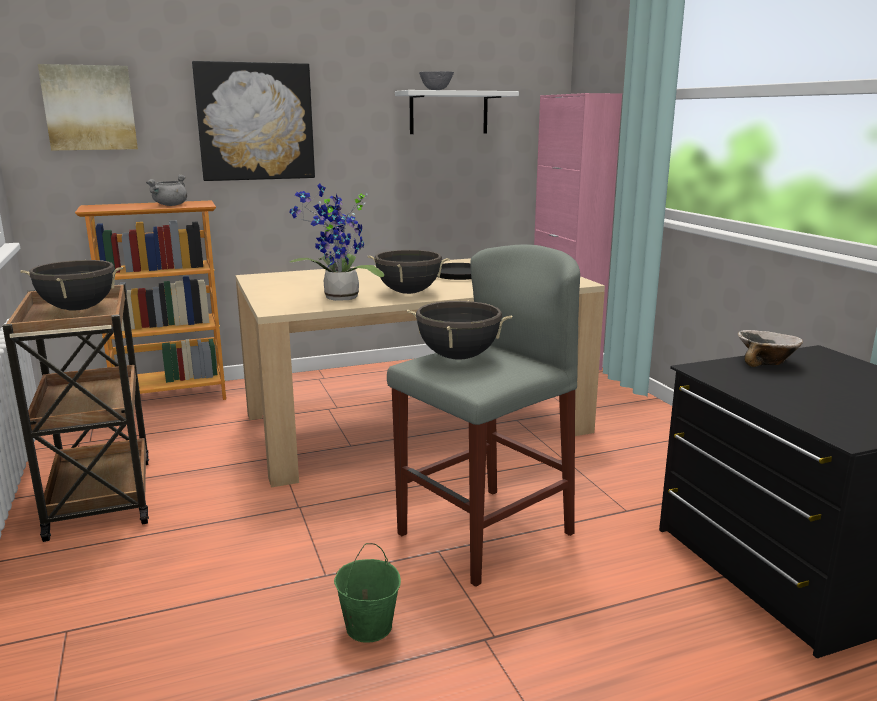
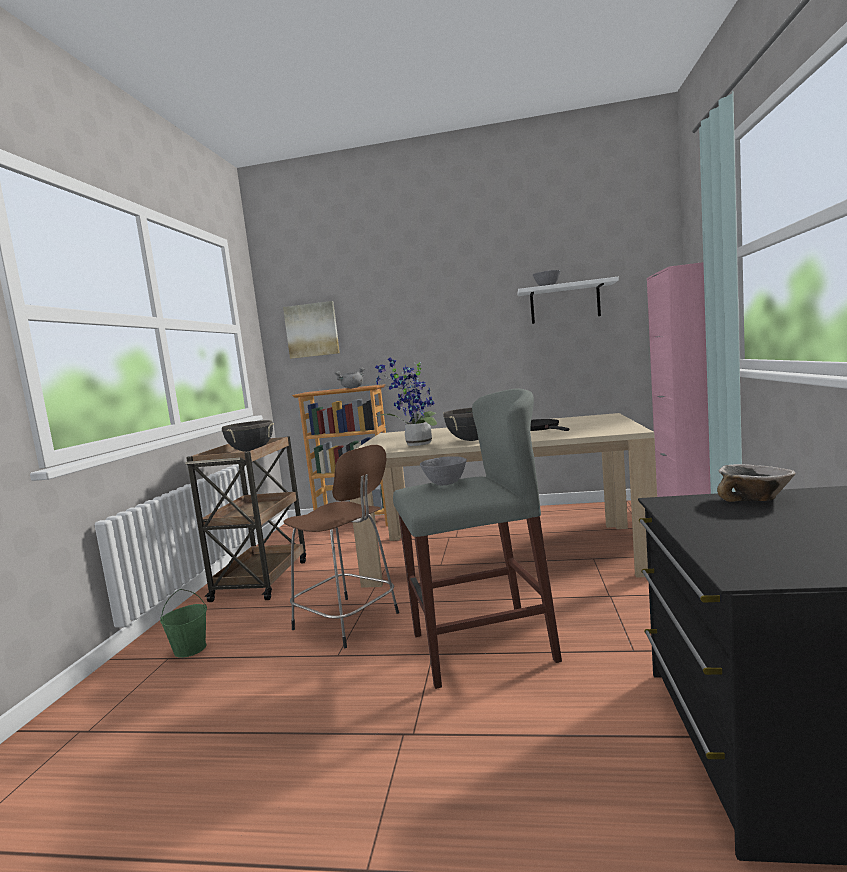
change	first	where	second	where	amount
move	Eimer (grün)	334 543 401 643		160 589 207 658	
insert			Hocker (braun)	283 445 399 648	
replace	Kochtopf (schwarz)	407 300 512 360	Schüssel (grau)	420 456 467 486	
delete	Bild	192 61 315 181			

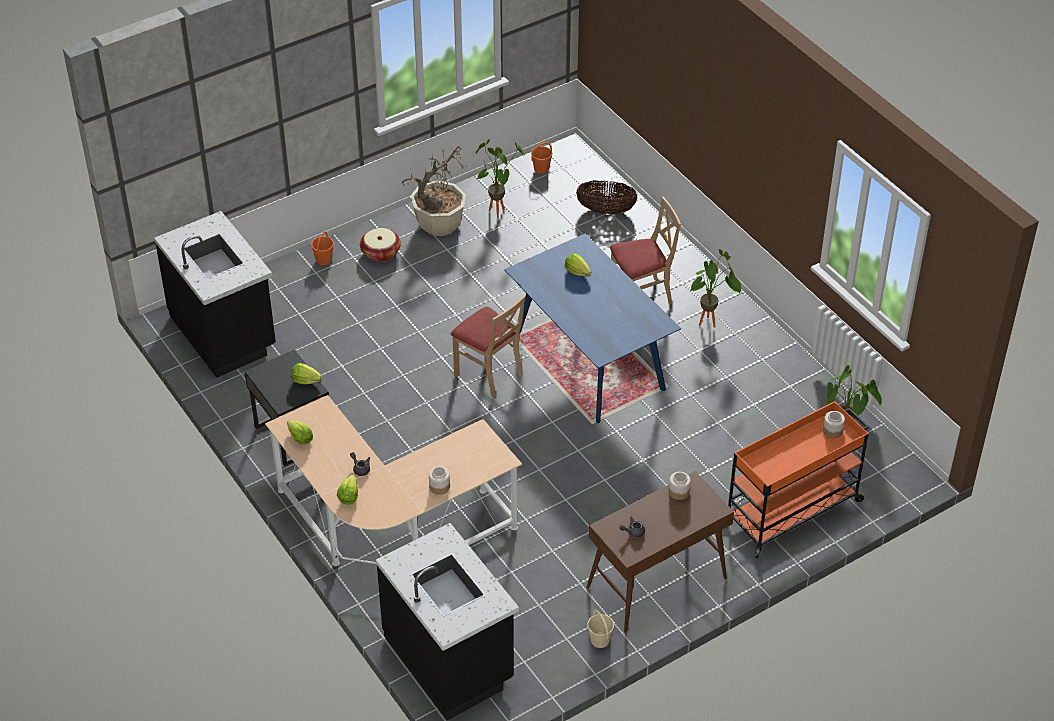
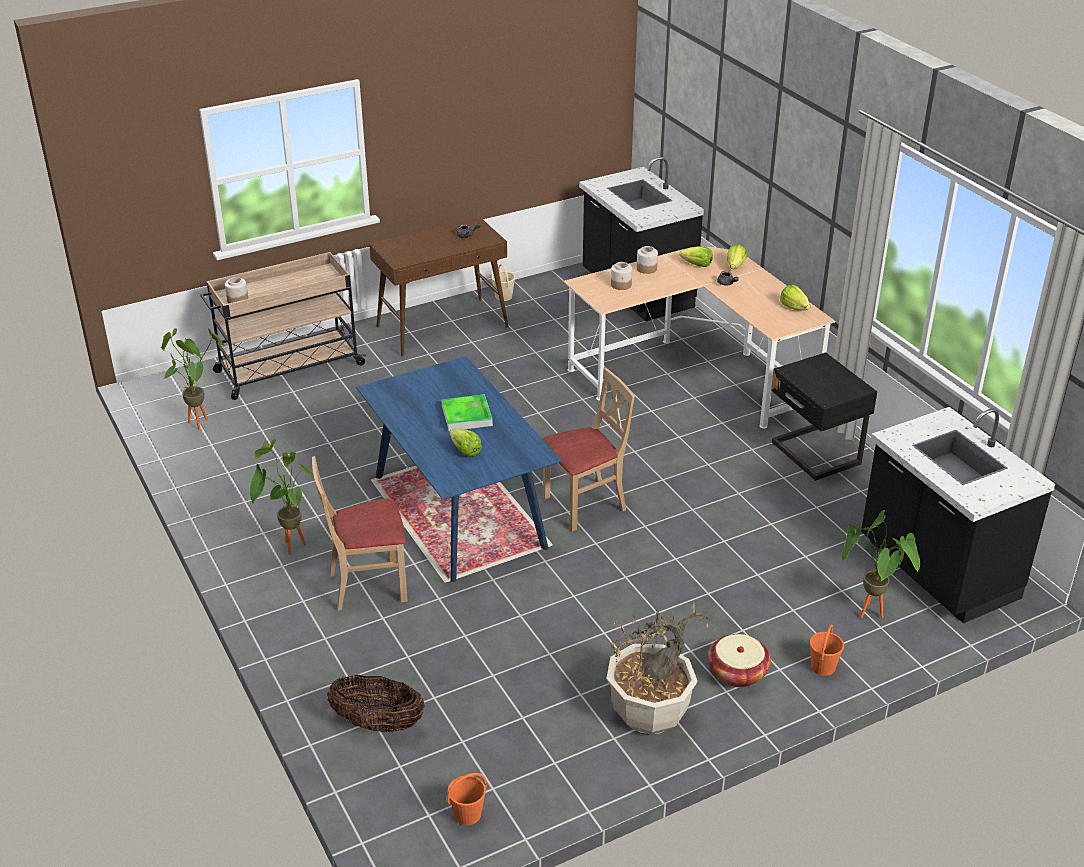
change	first	where	second	where	amount
recolor	Rollwagen (orange)	728 401 869 558	Rollwagen (beige)	200 252 366 400	
insert			Tablett	441 394 493 431	
rotate	Stuhl (beige)	451 295 526 398		542 368 635 531	105 degrees clockwise
move	Vorratsglas	669 472 691 500		611 262 632 290	
move	Salatkopf	291 363 322 384		679 246 713 267	
move	Topfpflanze	475 139 525 218		842 510 920 618	

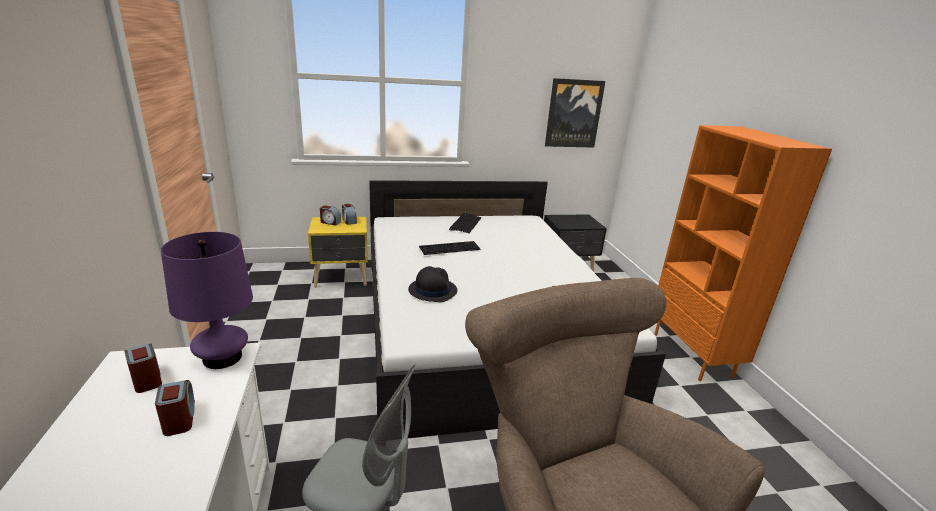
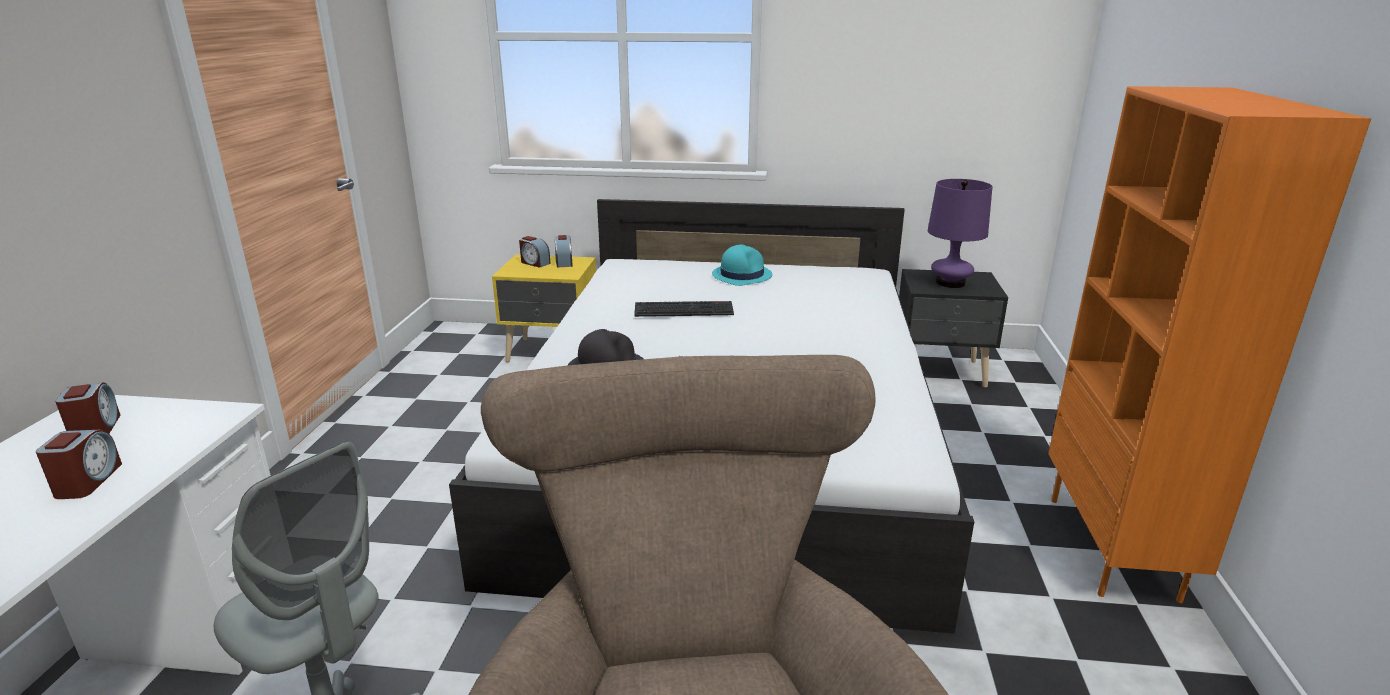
change	first	where	second	where	amount
replace	Tastatur	449 213 482 233	Hut (türkis)	712 245 773 286	
move	Tischlampe (lila)	161 232 253 369		928 179 993 288	
delete	Bild	545 78 605 148			

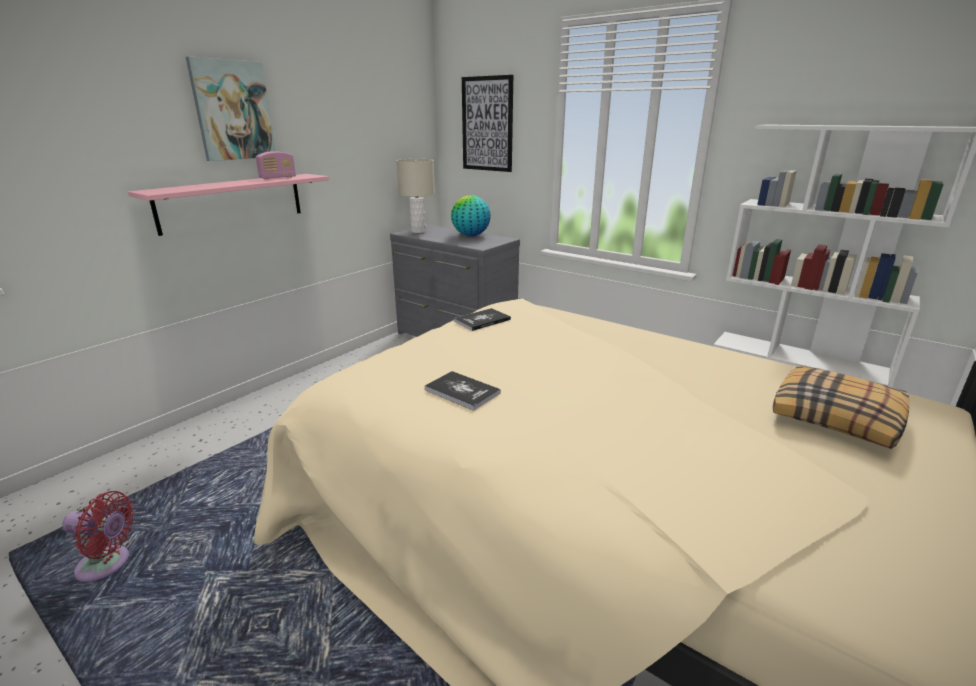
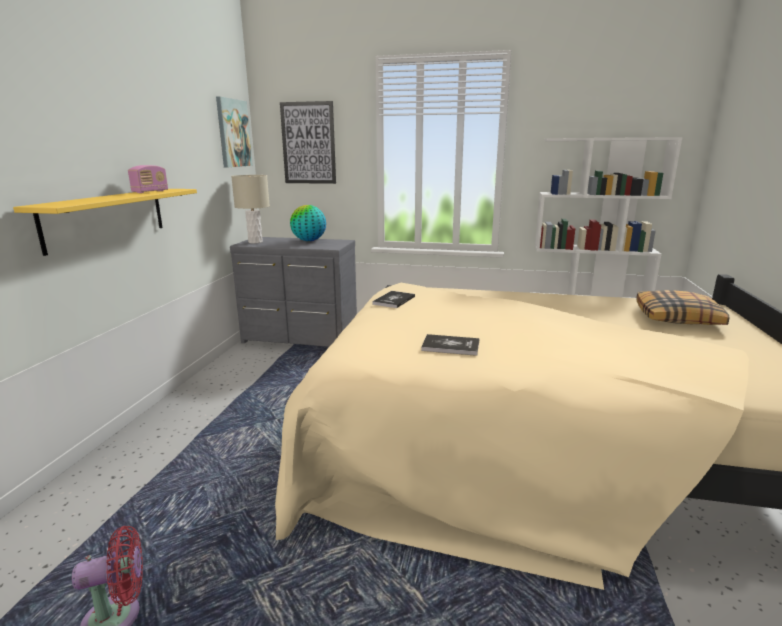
change	first	where	second	where	amount
recolor	Wandregal (rosa)	128 174 329 236	Wandregal (gelb)	13 189 197 256	
move	Bild	186 57 276 161		216 97 253 167	

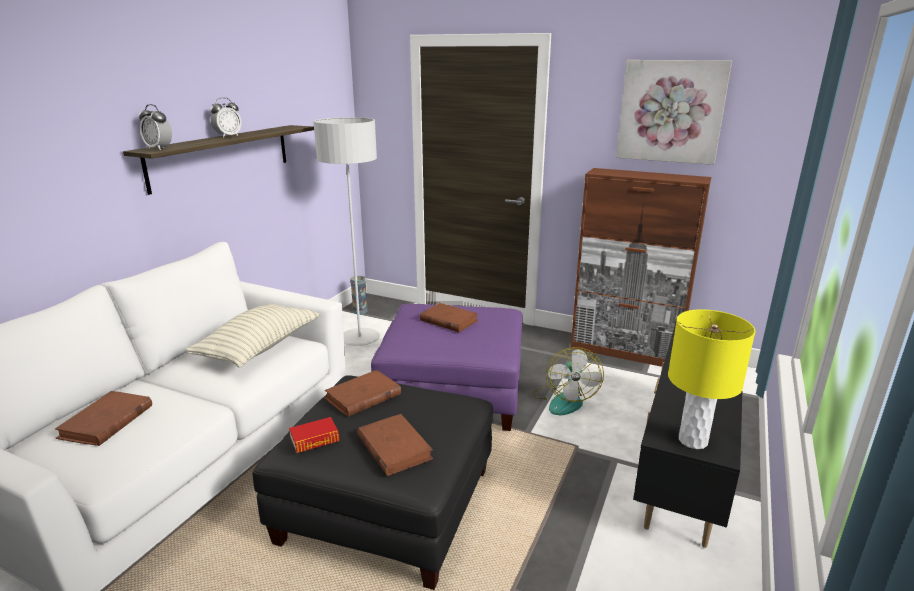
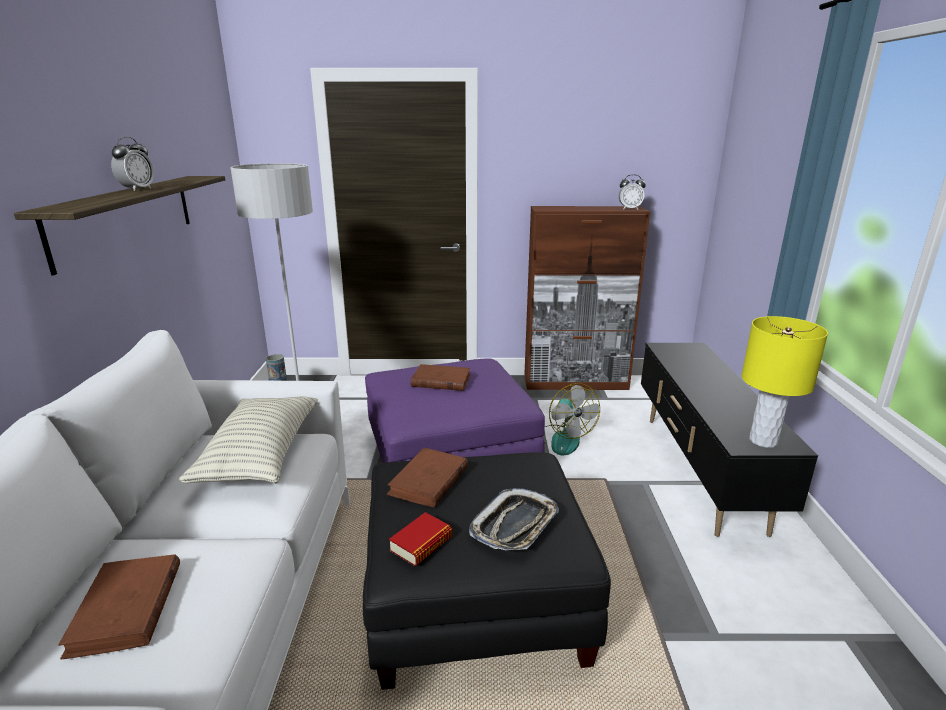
change	first	where	second	where	amount
replace	Buch (braun)	357 414 433 476	Tablett	469 488 559 550	
move	Wecker	139 104 172 150		619 174 646 210	
delete	Bild	616 60 732 165			

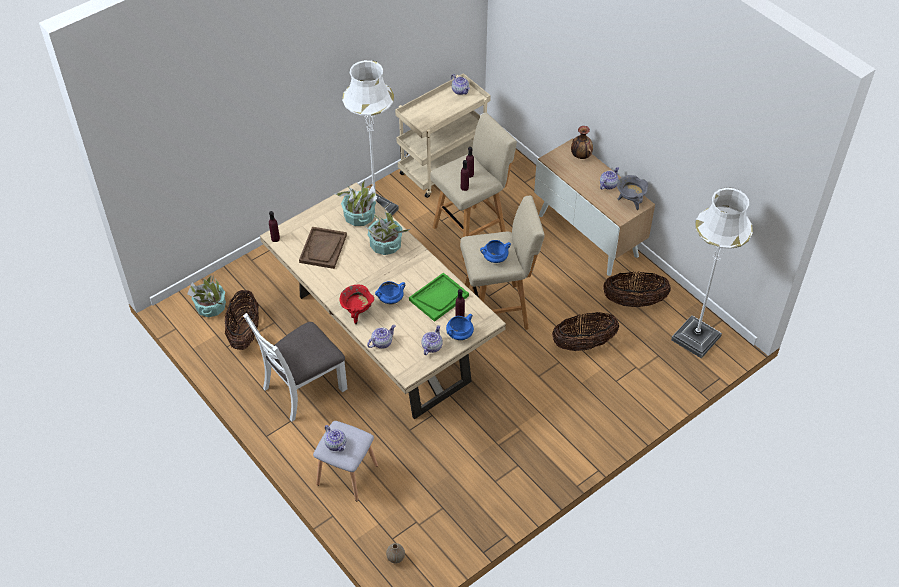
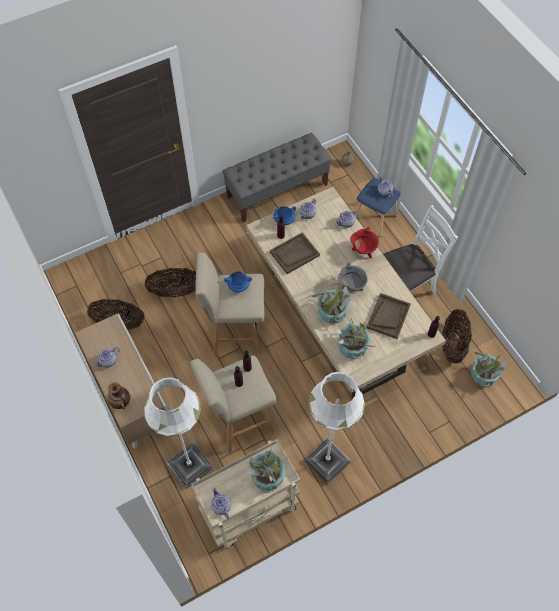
change	first	where	second	where	amount
move	Stehlampe (weiß)	671 187 753 359		144 377 213 489	
insert			Bank (grau)	222 132 332 222	
insert			Topfpflanze	247 451 285 493	
recolor	Tablett (grün)	409 273 469 322	Tablett (braun)	270 232 320 274	
move	Kochtopf (grau)	617 175 648 210		338 262 368 291	
recolor	Hocker (grau)	313 421 378 501	Hocker (blau)	355 178 401 237	
delete	Kochtopf (blau)	375 281 405 304			

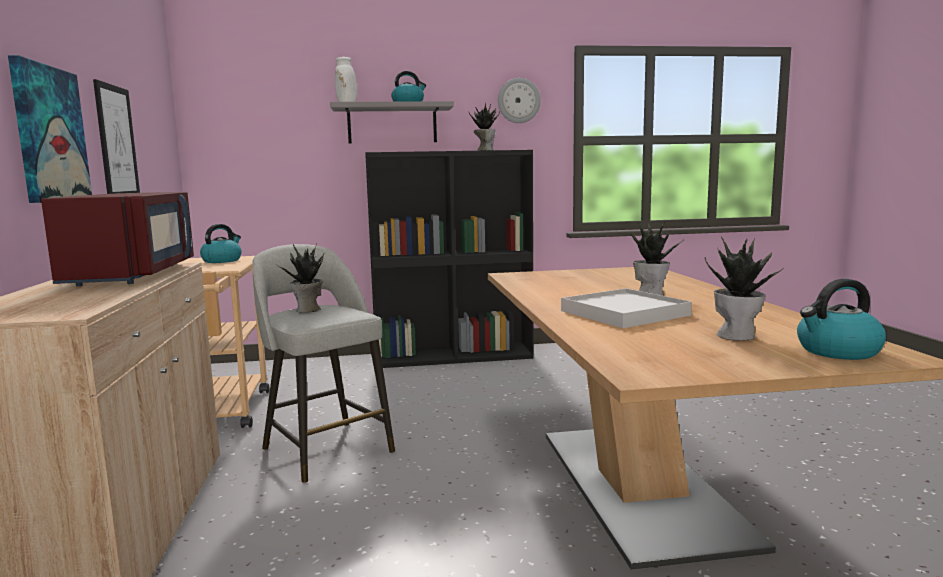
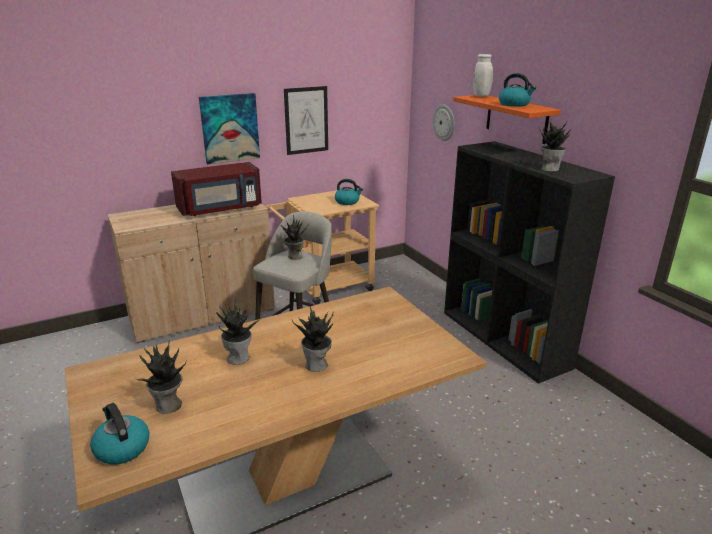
change	first	where	second	where	amount
replace	Tablett (weiß)	561 288 692 328	Topfpflanze	215 300 262 365	
move	Wanduhr	498 78 541 123		433 104 455 141	
recolor	Wandregal (grau)	330 101 454 143	Wandregal (orange)	453 95 561 144	

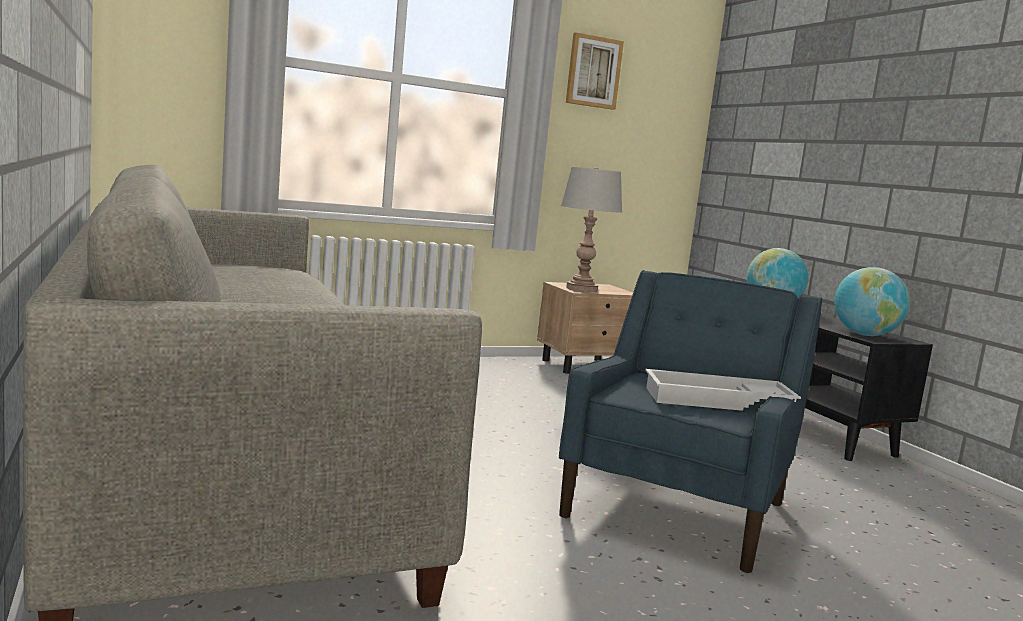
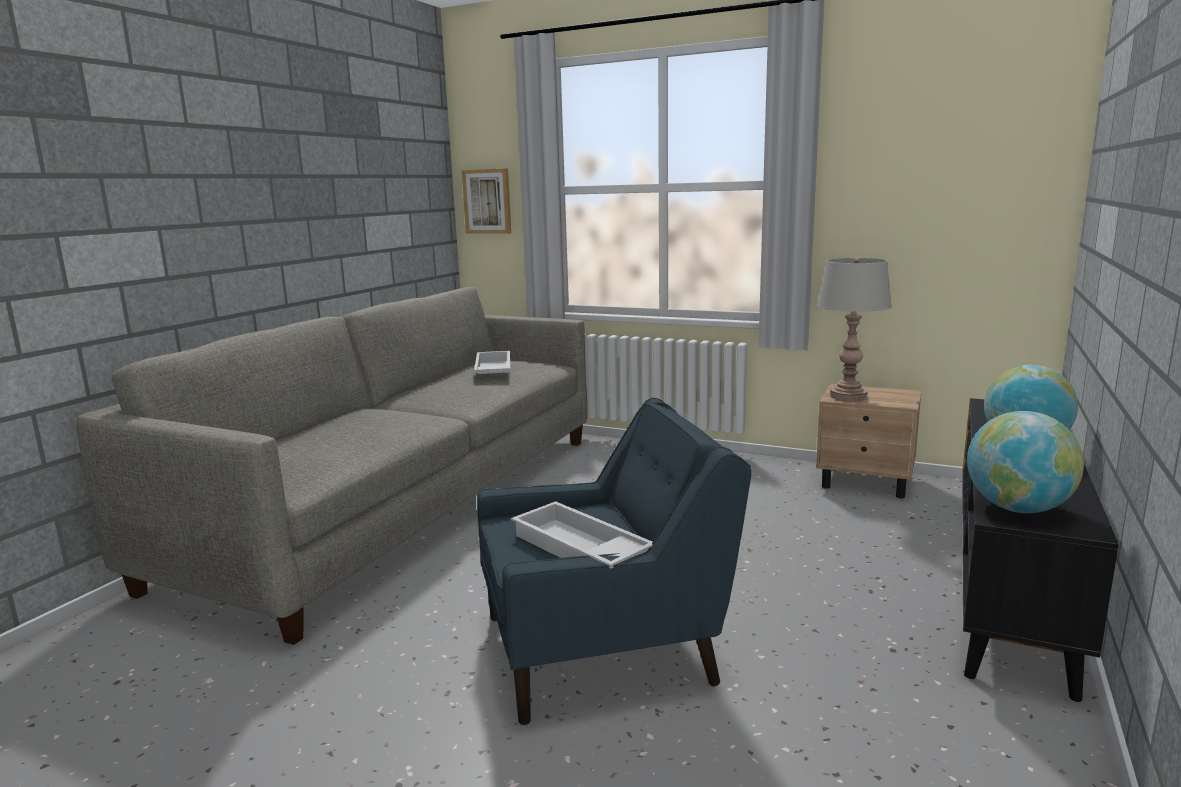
change	first	where	second	where	amount
move	Bild	566 33 624 110		462 169 511 234	
insert			Tablett (weiß)	474 351 510 374	

